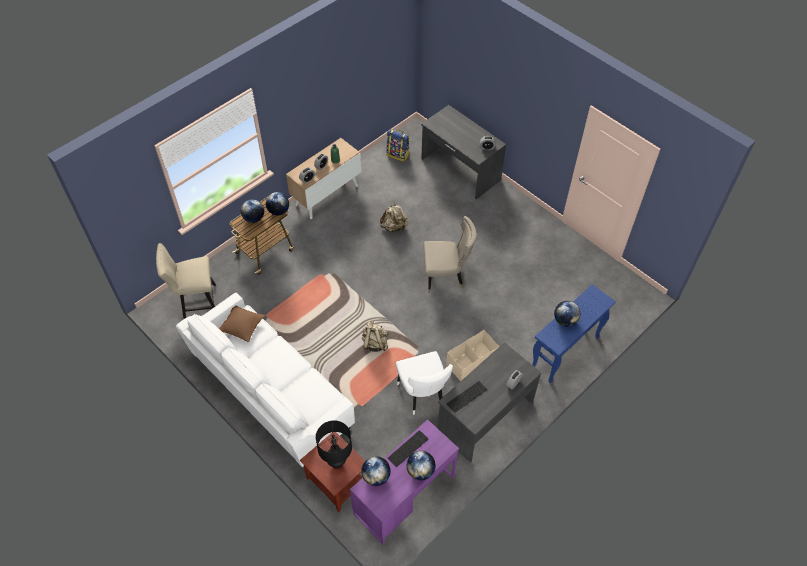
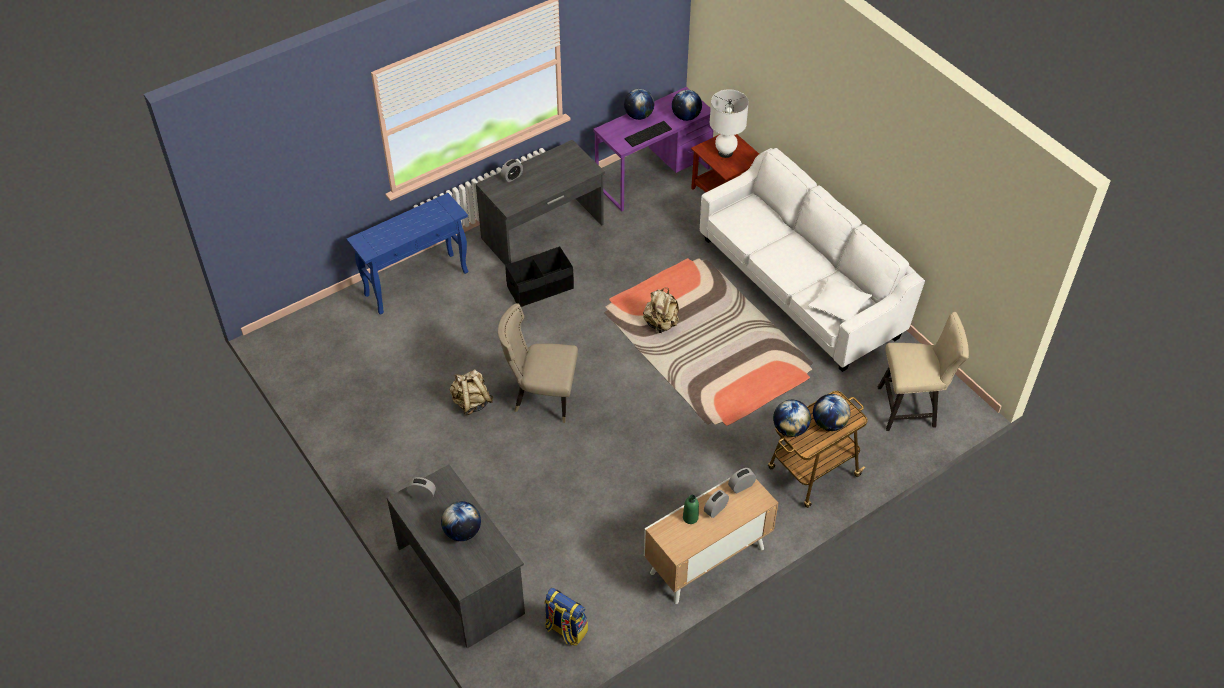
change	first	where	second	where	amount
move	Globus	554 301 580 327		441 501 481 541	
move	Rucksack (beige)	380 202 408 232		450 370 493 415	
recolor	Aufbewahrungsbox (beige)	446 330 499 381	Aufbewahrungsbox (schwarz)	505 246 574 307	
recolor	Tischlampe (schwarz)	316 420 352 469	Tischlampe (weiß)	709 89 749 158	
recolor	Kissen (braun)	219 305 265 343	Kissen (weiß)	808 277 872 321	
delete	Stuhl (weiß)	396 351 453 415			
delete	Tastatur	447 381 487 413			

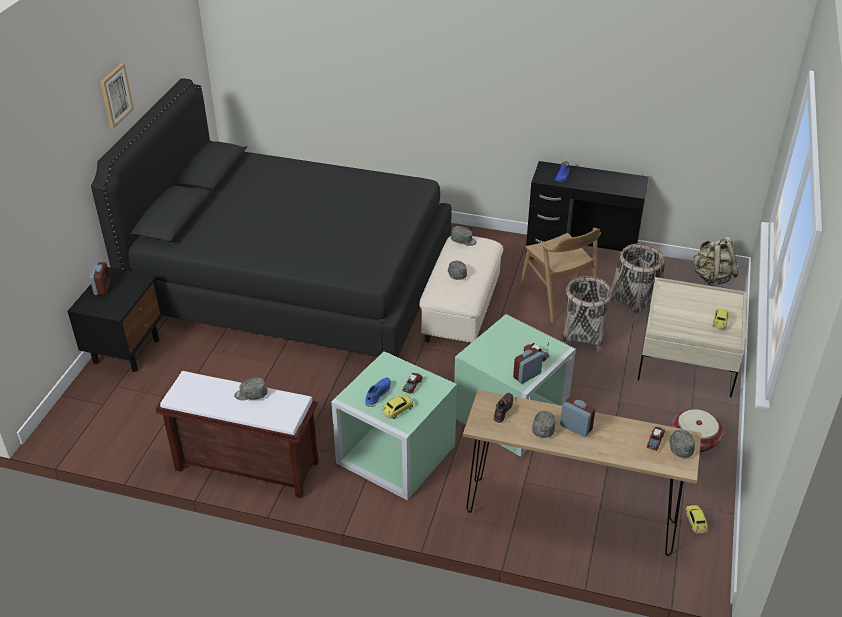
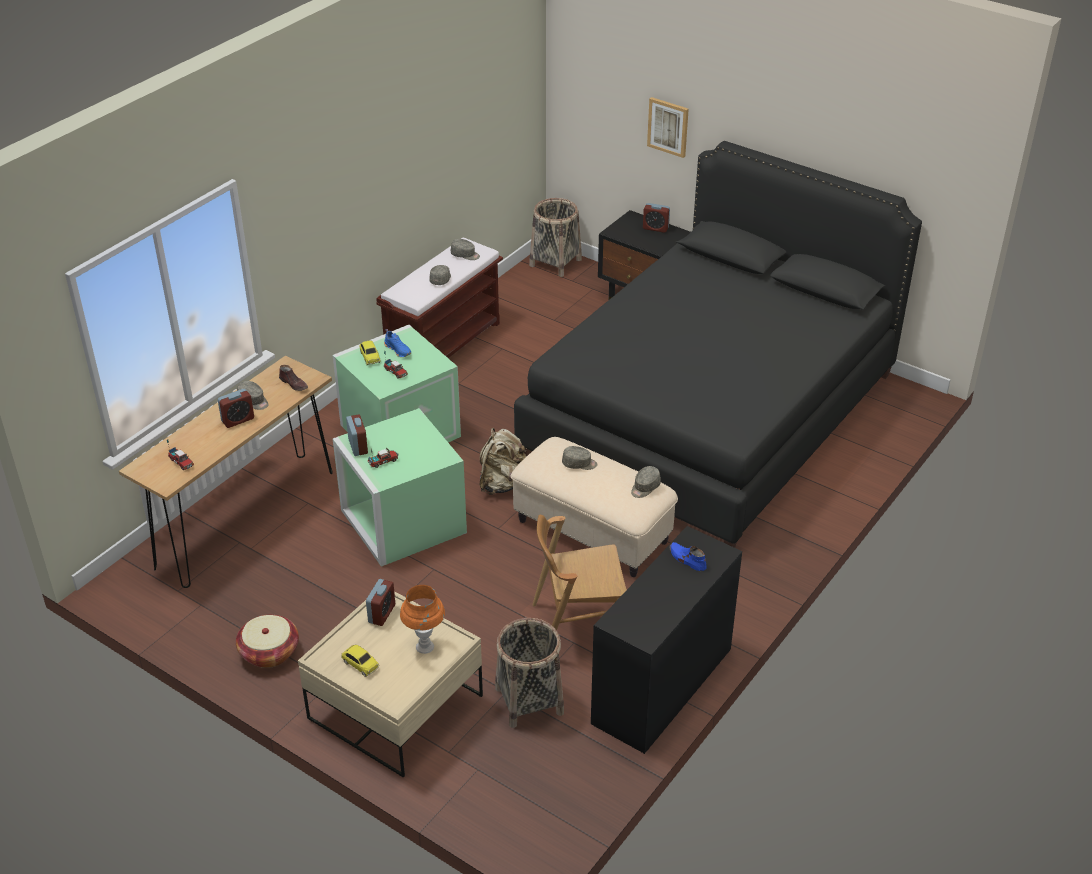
change	first	where	second	where	amount
insert			Wecker	366 579 395 626	
insert			Tischlampe (orange)	400 585 445 654	
move	Kappe (grau)	669 429 695 458		451 239 480 260	
move	Rucksack (beige)	694 237 739 286		479 428 527 495	
move	Korb	562 276 612 353		529 198 582 277	
move	Bild	100 63 134 129		647 97 689 158	
delete	Spielzeugauto	685 505 708 534			

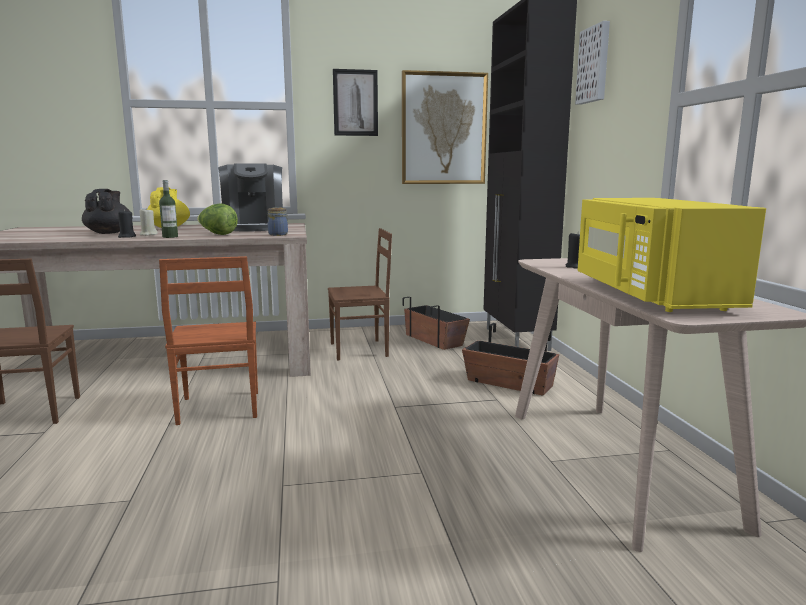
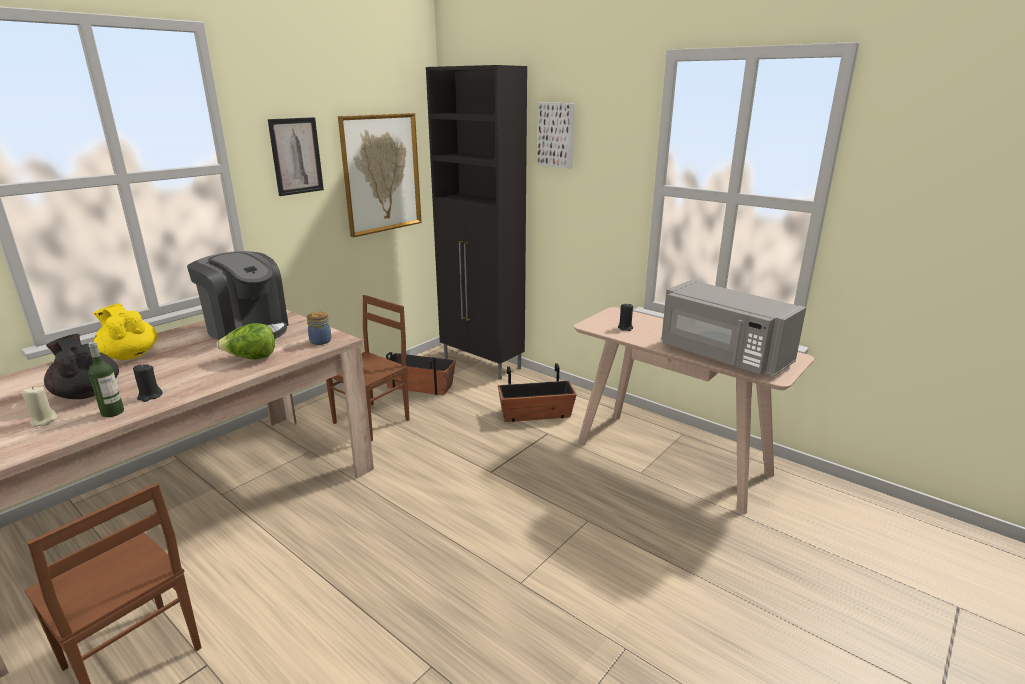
change	first	where	second	where	amount
move	Kerze (beige)	139 208 158 236		22 386 58 427	
move	Flasche	159 180 178 238		88 342 124 417	
recolor	Mikrowelle (gelb)	577 198 766 312	Mikrowelle (grau)	661 280 806 376	
delete	Stuhl (braun)	159 256 258 425			

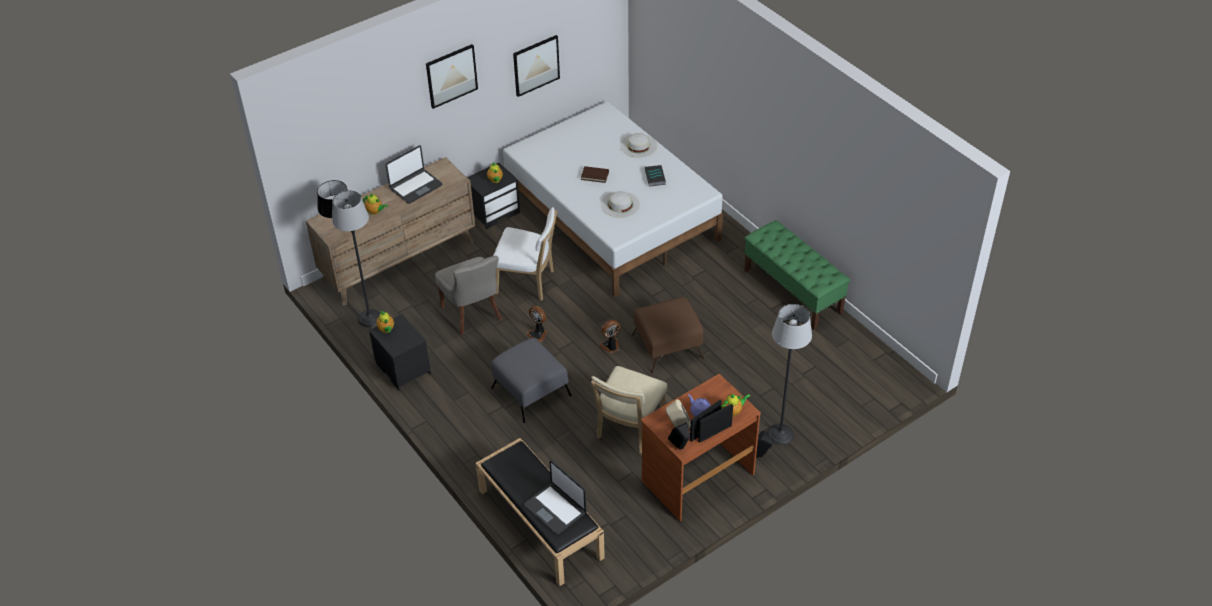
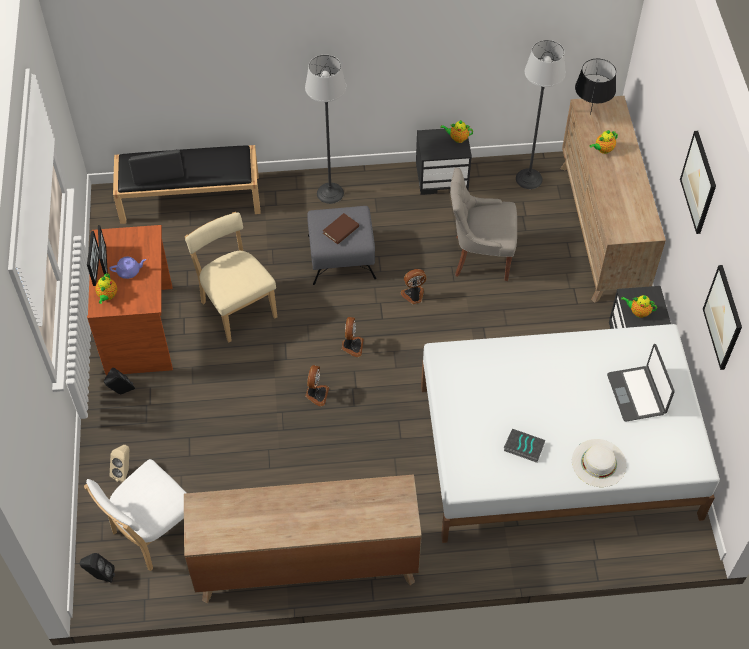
change	first	where	second	where	amount
move	Lautsprecher (schwarz)	668 422 690 449		80 553 115 583	
move	Stuhl (weiß)	493 207 557 301		84 459 187 571	
move	Lautsprecher (beige)	666 399 691 429		110 445 129 483	
replace	Bank (grün)	744 220 850 330	Kommode (braun)	184 474 422 603	
move	Stehlampe	767 304 812 445		305 55 346 204	
replace	Polsterhocker (braun)	632 297 704 373	Ventilator	305 365 329 406	
move	Buch (braun)	581 166 609 183		323 213 359 244	
move	Laptop	385 145 443 204		607 344 675 422	
delete	Hut (weiß)	601 191 640 218			

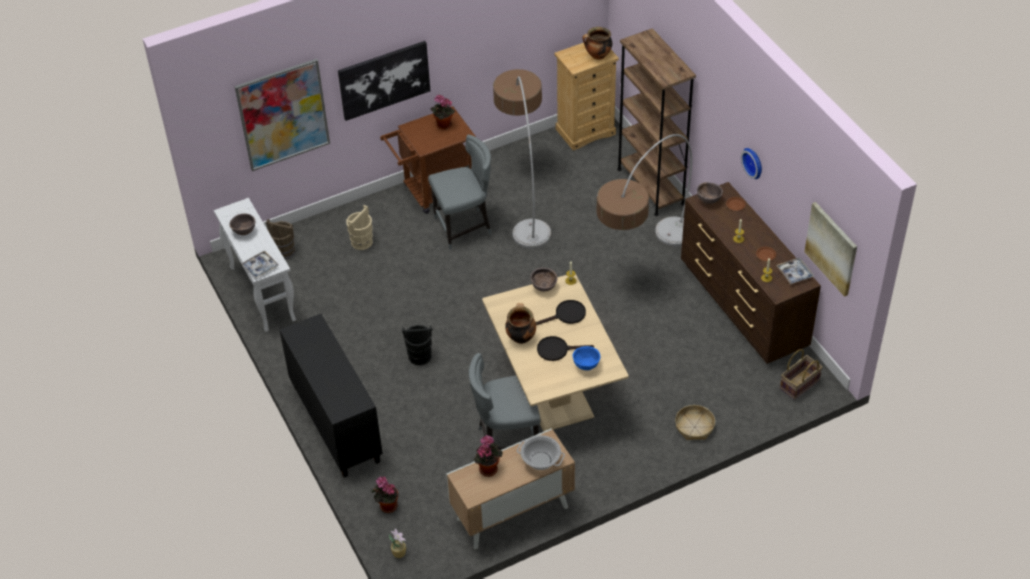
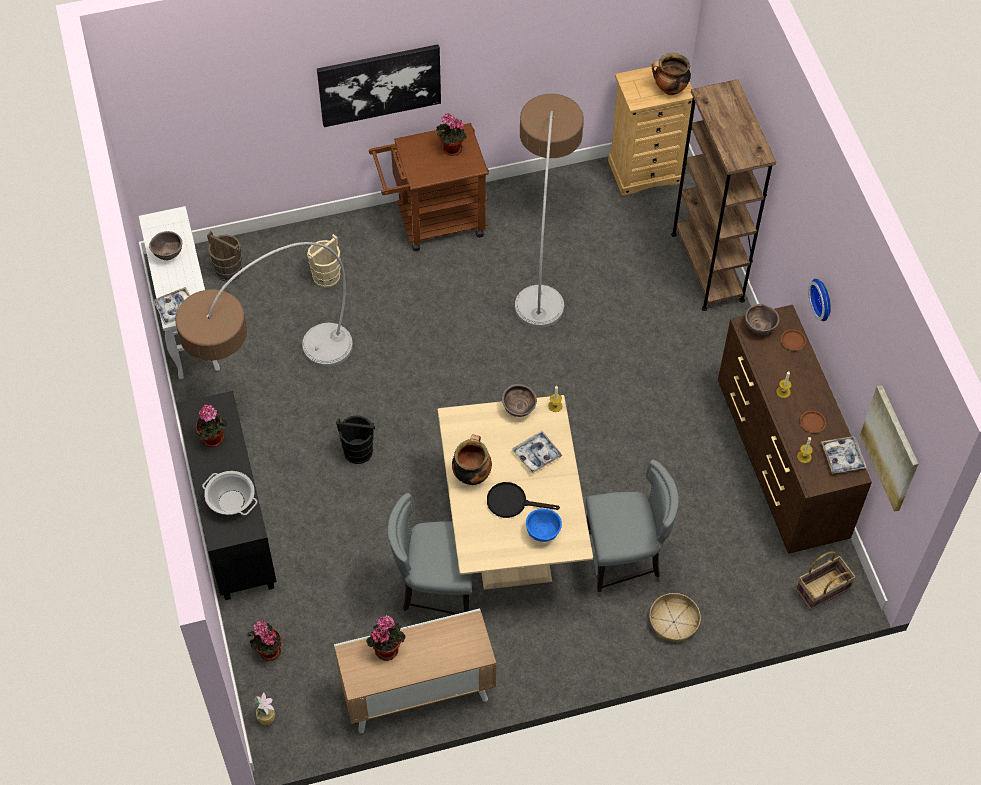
change	first	where	second	where	amount
move	Stehlampe	597 134 692 247		175 242 353 367	
insert			Topfpflanze	196 404 227 447	
move	Kochtopf	517 435 565 470		202 471 258 515	
replace	Pfanne (schwarz)	536 300 586 325	Tablett	512 431 562 474	
move	Stuhl (grau)	428 135 491 250		586 459 679 597	
delete	Bild	235 59 330 171			

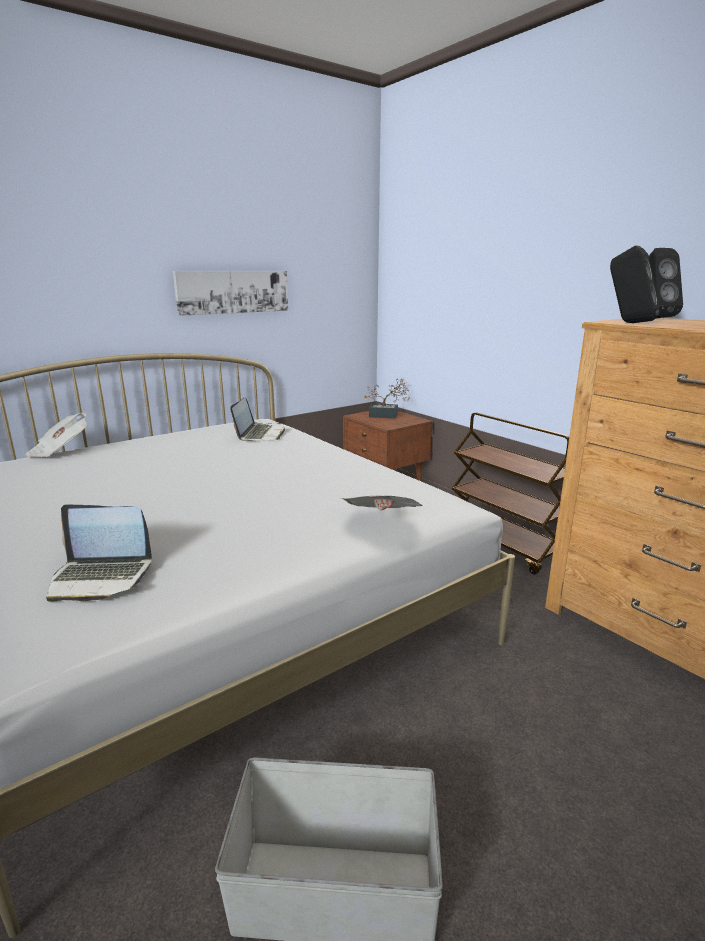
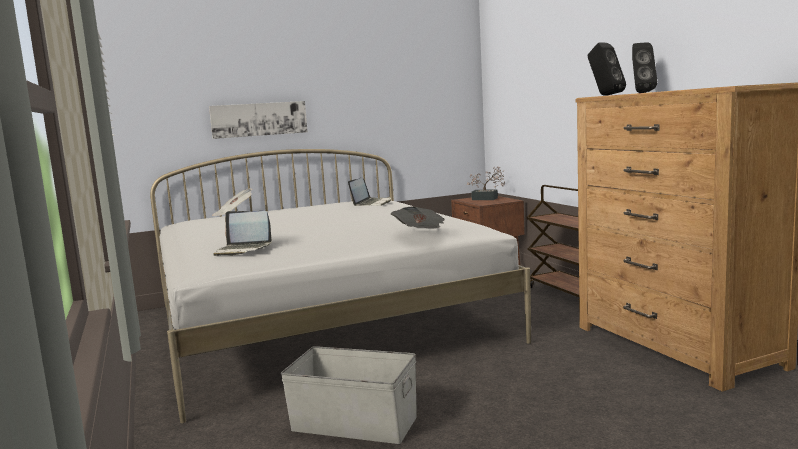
change	first	where	second	where	amount
move	Bild	173 271 288 316		209 101 308 139	

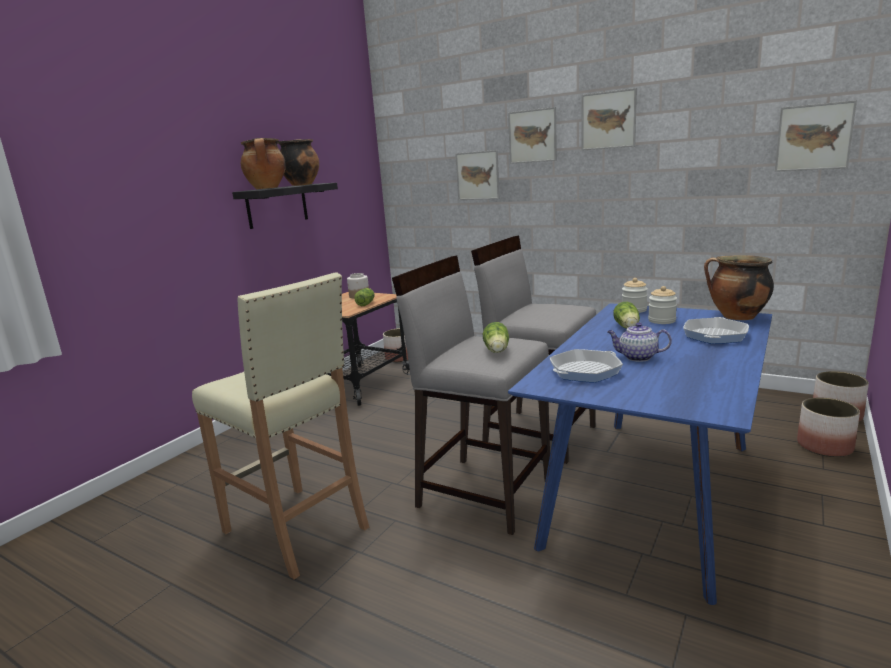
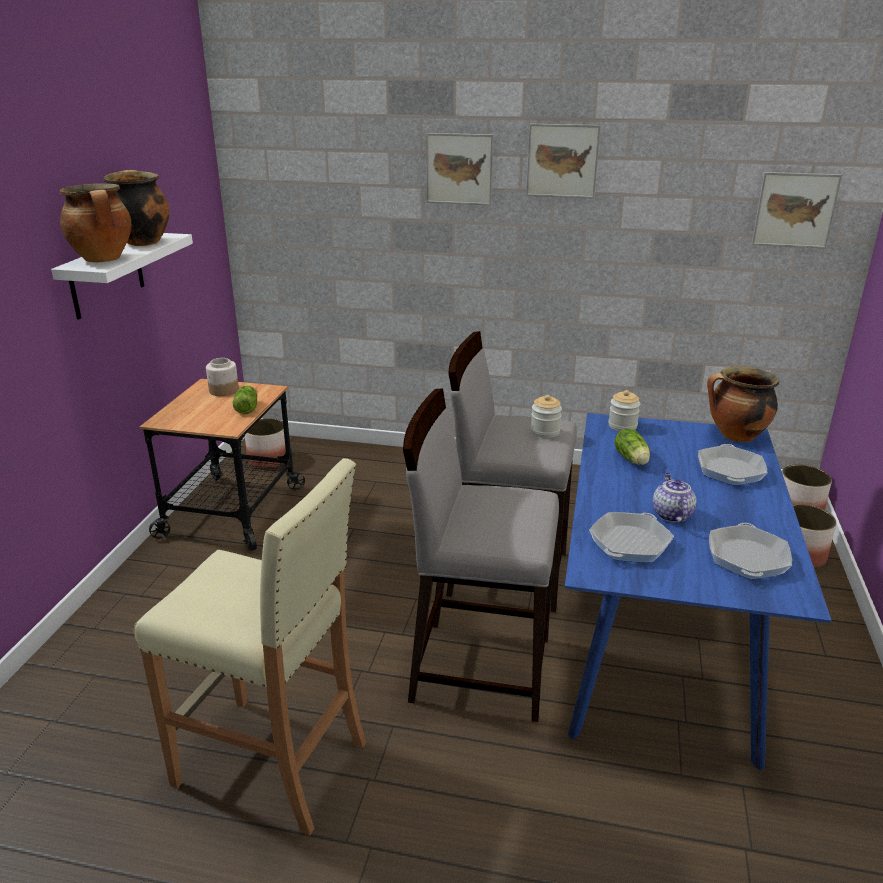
change	first	where	second	where	amount
recolor	Wandregal (schwarz)	232 183 338 229	Wandregal (weiß)	51 233 193 320	
move	Vorratsglas	648 286 677 324		531 395 562 438	
rotate	Teekanne	607 322 672 362		653 473 696 522	90 degrees clockwise
insert			Pfanne	709 523 792 579	
delete	Bild	455 150 500 200			
delete	Salatkopf	483 322 509 353			

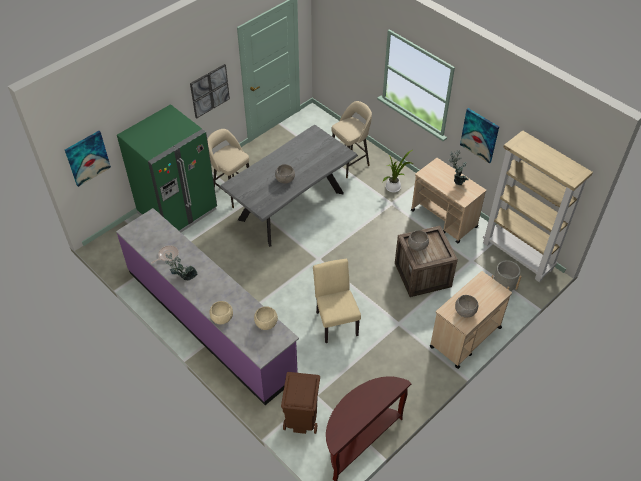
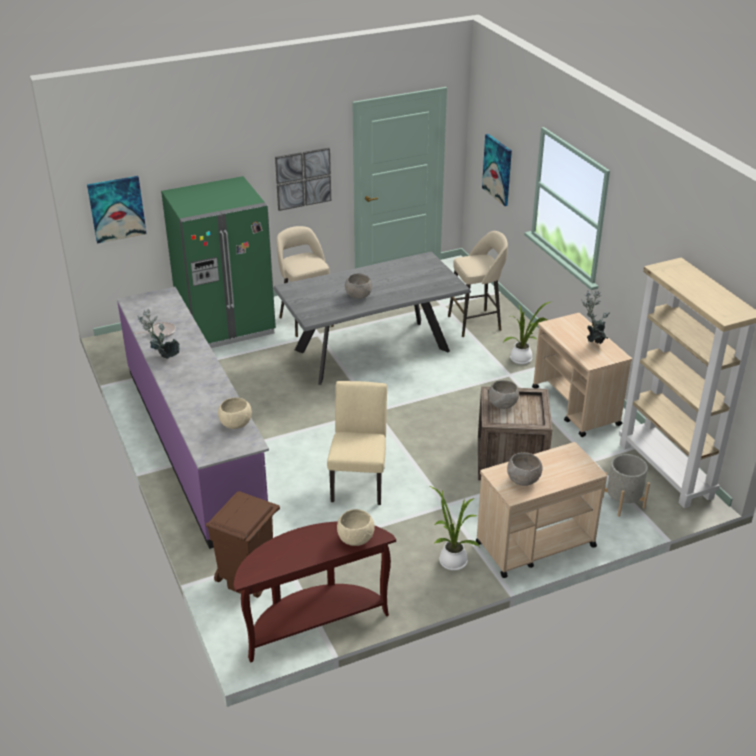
change	first	where	second	where	amount
move	Schüssel (beige)	209 301 233 324		337 509 375 546	
insert			Topfpflanze	430 486 480 571	
move	Bild	460 108 499 164		482 134 512 206	

